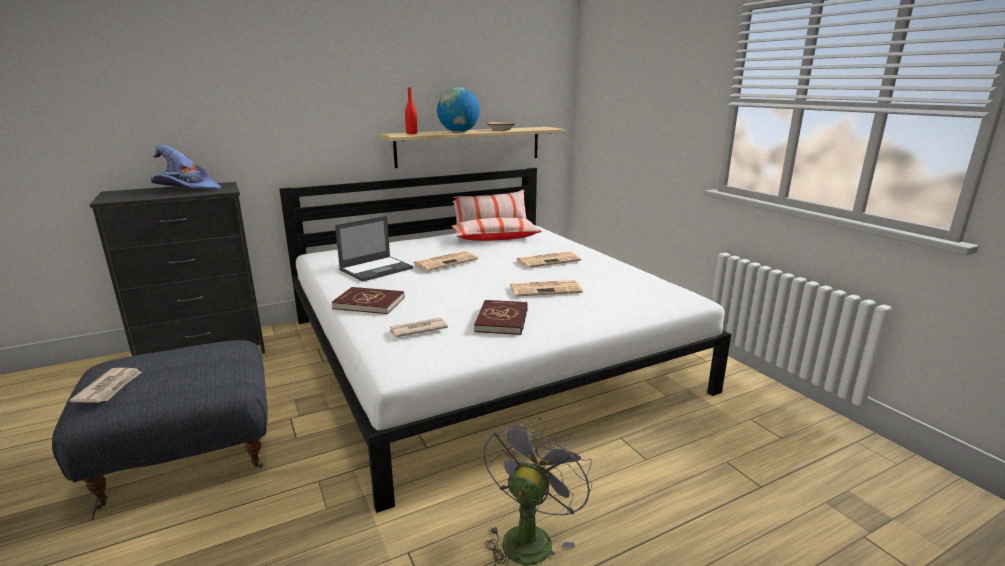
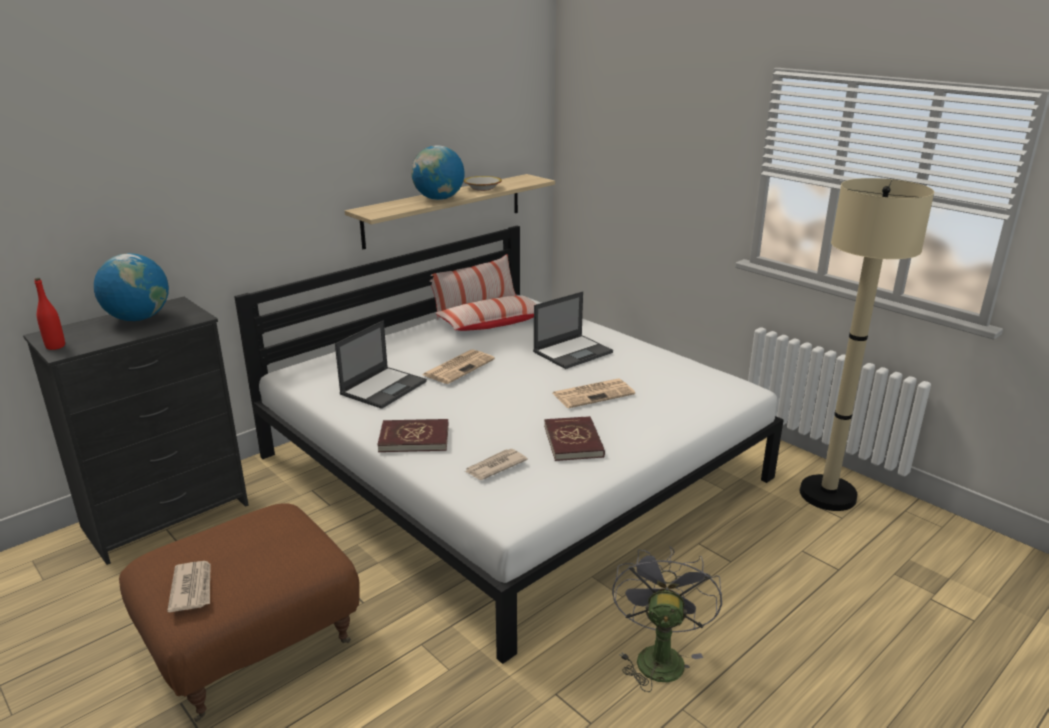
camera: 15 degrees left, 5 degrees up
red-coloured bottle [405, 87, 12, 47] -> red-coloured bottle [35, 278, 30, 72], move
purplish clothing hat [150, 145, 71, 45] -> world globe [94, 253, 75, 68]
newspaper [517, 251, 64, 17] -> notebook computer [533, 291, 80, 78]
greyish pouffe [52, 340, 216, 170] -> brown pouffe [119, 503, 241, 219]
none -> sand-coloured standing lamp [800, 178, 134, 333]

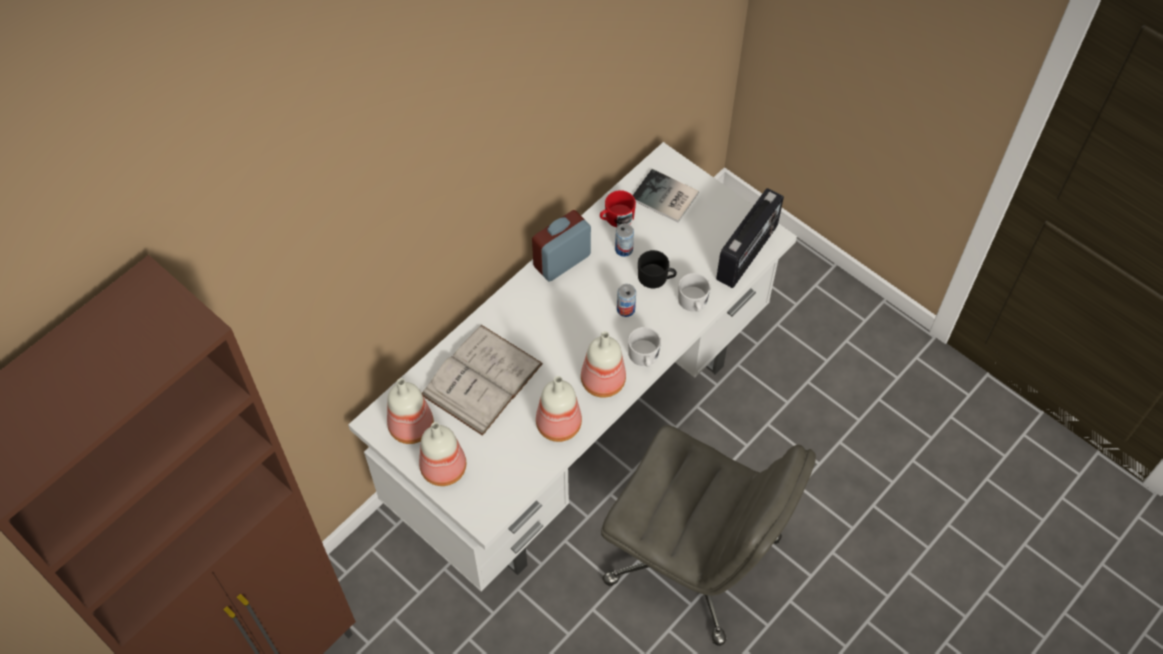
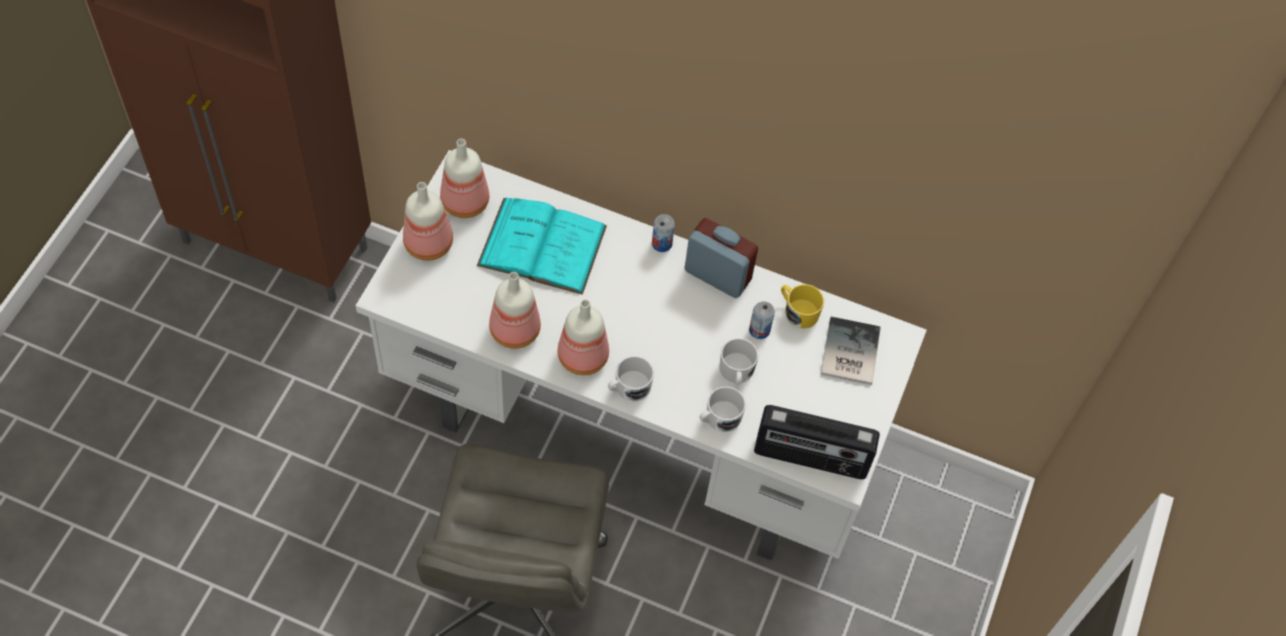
camera: 65 degrees right, 0 degrees up
red-coloured coffee mug [600, 190, 36, 37] -> yellow coffee mug [781, 284, 43, 44]
blackish coffee mug [638, 250, 39, 38] -> white coffee mug [719, 338, 39, 47]
metal can [617, 284, 19, 33] -> metal can [652, 214, 23, 38], move
white bound book [422, 325, 121, 111] -> turquoise bound book [477, 198, 130, 97]

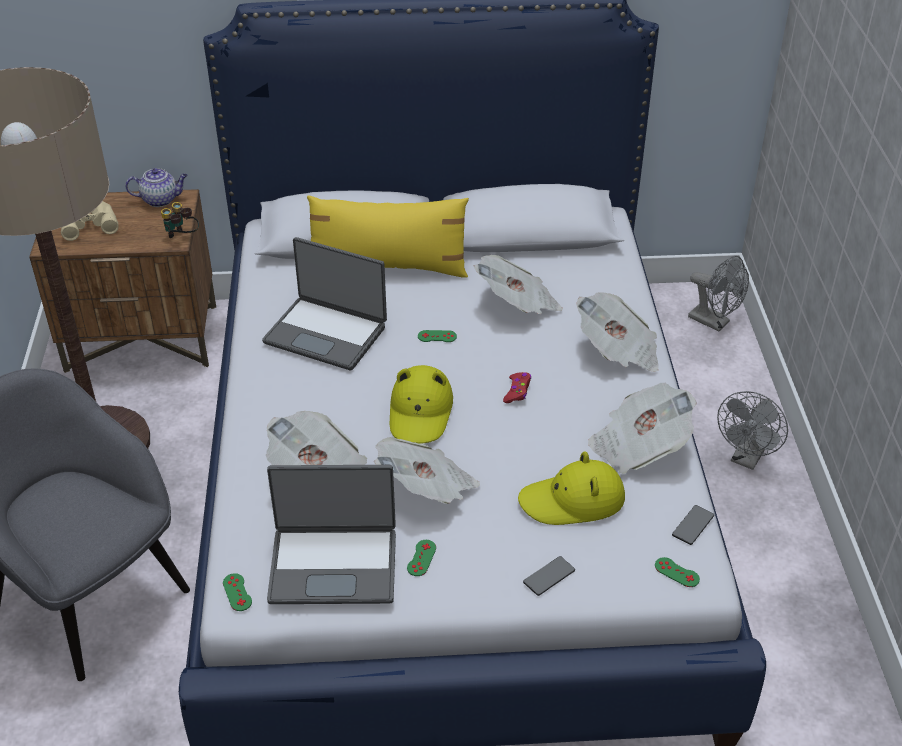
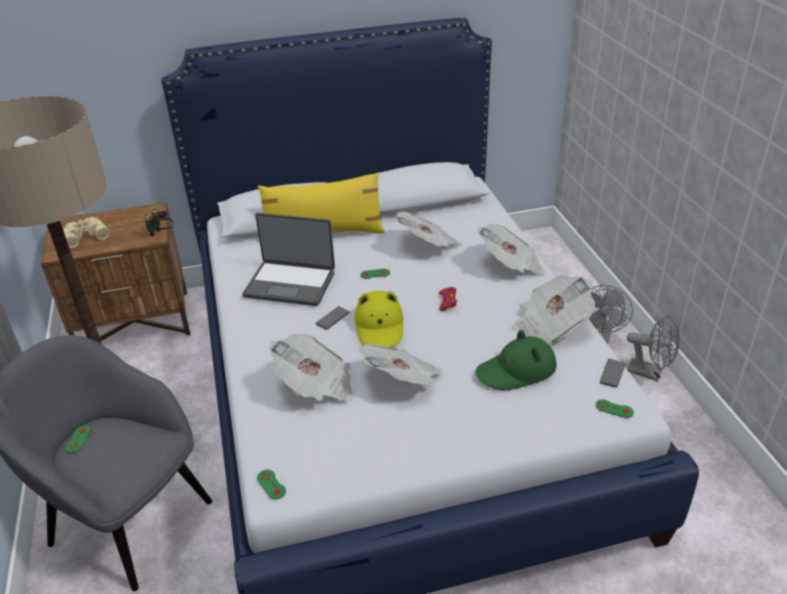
camera: 10 degrees left, 5 degrees down
teapot [125, 168, 63, 39] -> none
greyish cooling fan [688, 256, 61, 76] -> greyish cooling fan [627, 315, 53, 66], move
yellow clothing hat [518, 452, 107, 73] -> green-coloured clothing hat [475, 330, 82, 61]
notebook computer [267, 465, 129, 139] -> none
green-coloured game controller [407, 540, 29, 36] -> green-coloured game controller [65, 426, 26, 27], move
handset [523, 556, 52, 40] -> handset [316, 306, 34, 24], move

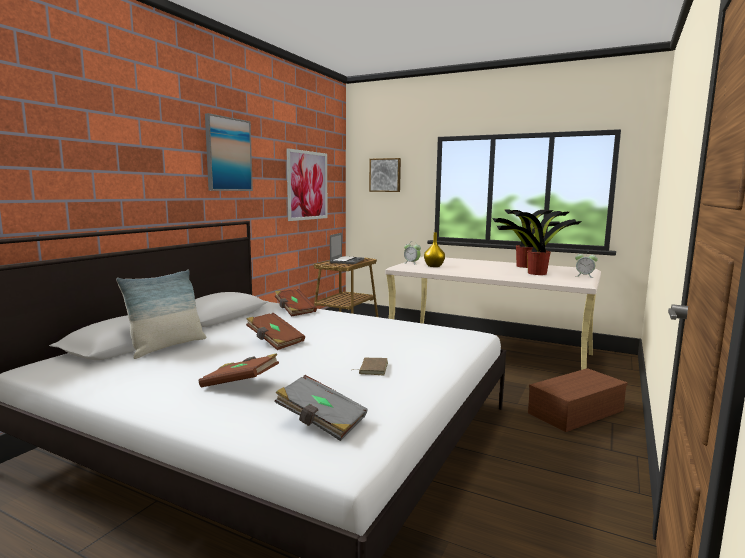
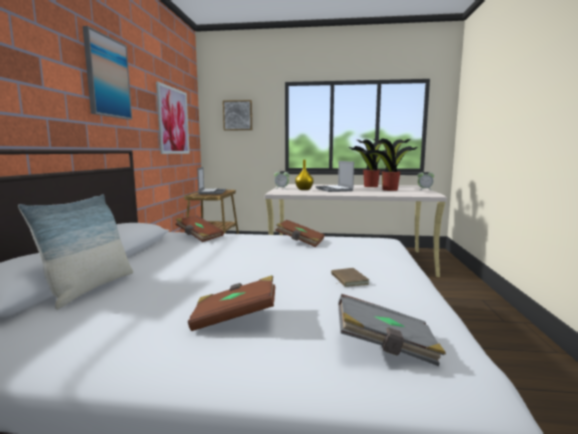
camera: 20 degrees left, 0 degrees up
brown bound book [246, 313, 59, 37] -> brown bound book [275, 220, 50, 27], move
brown storage box [528, 368, 100, 64] -> none
none -> notebook computer [315, 161, 39, 31]

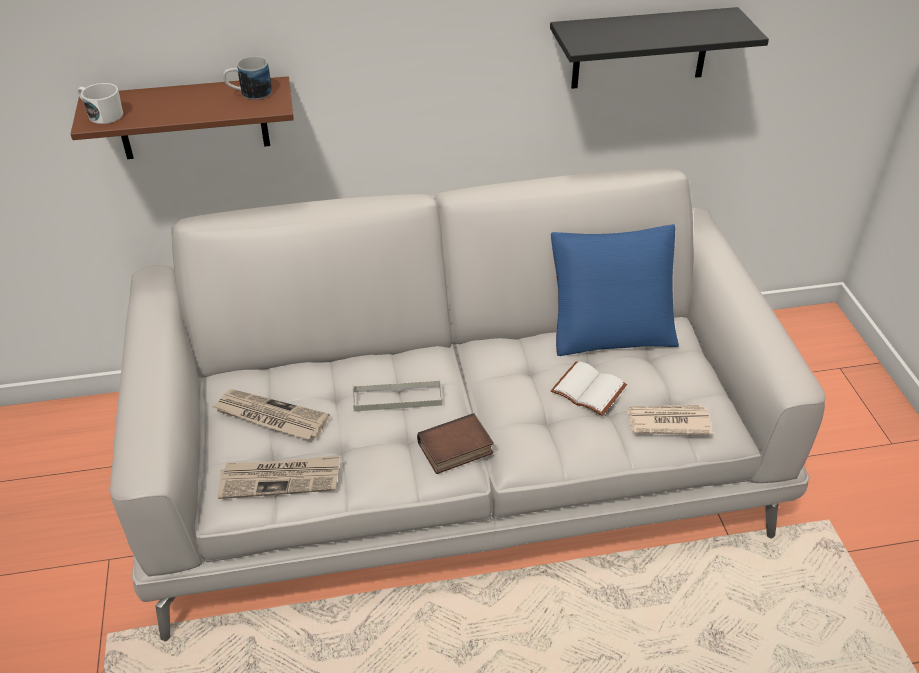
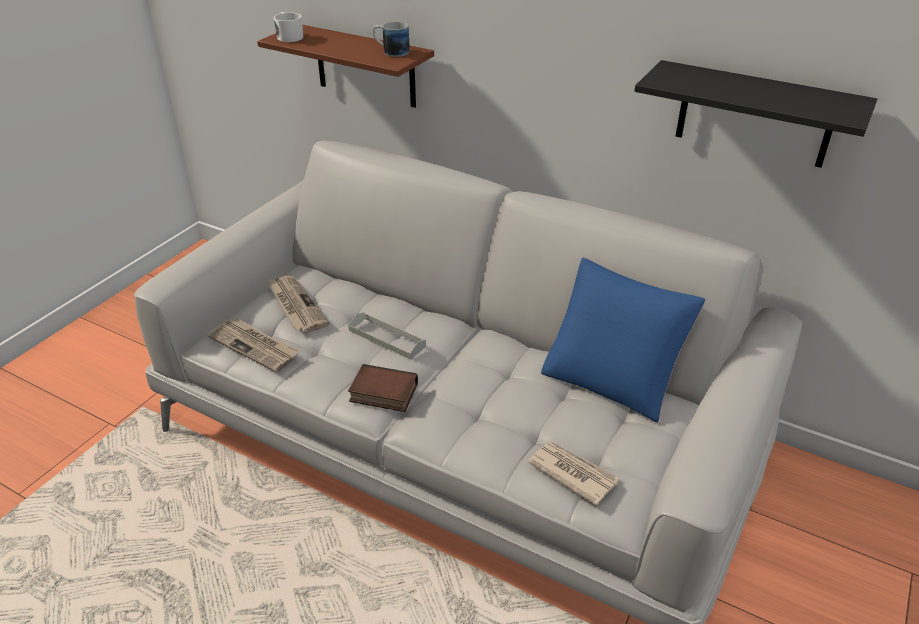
camera: 40 degrees right, 5 degrees down
white bound book [551, 361, 76, 55] -> none

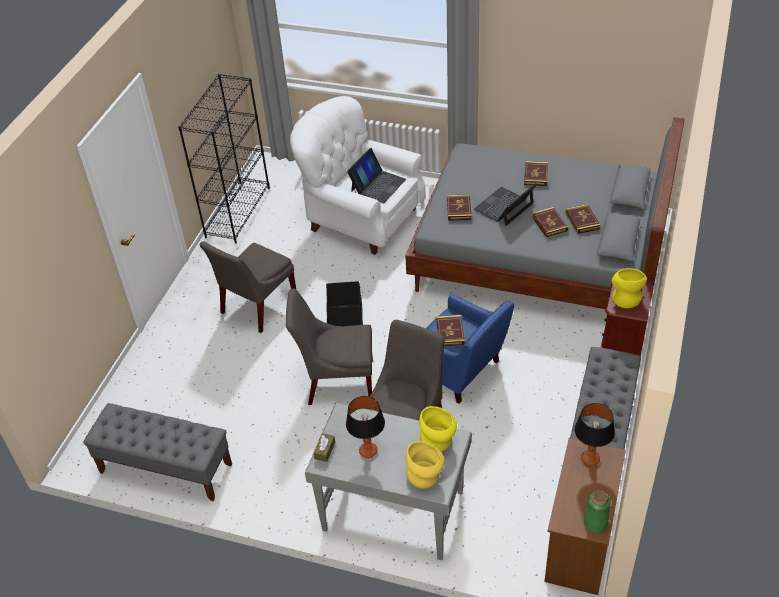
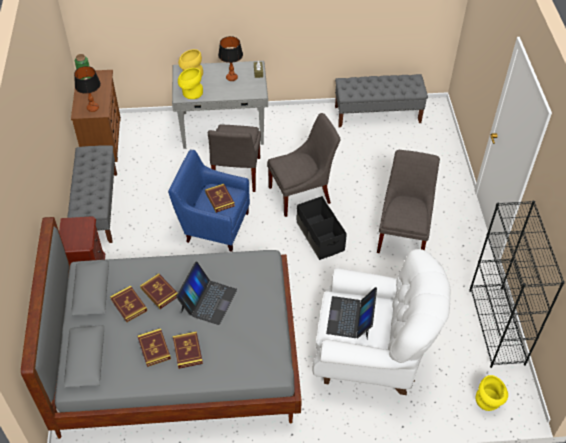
camera: 155 degrees right, 5 degrees up
bound book [447, 194, 25, 27] -> bound book [137, 328, 34, 39], move
yellow vase [612, 268, 35, 40] -> yellow vase [476, 375, 32, 36], move

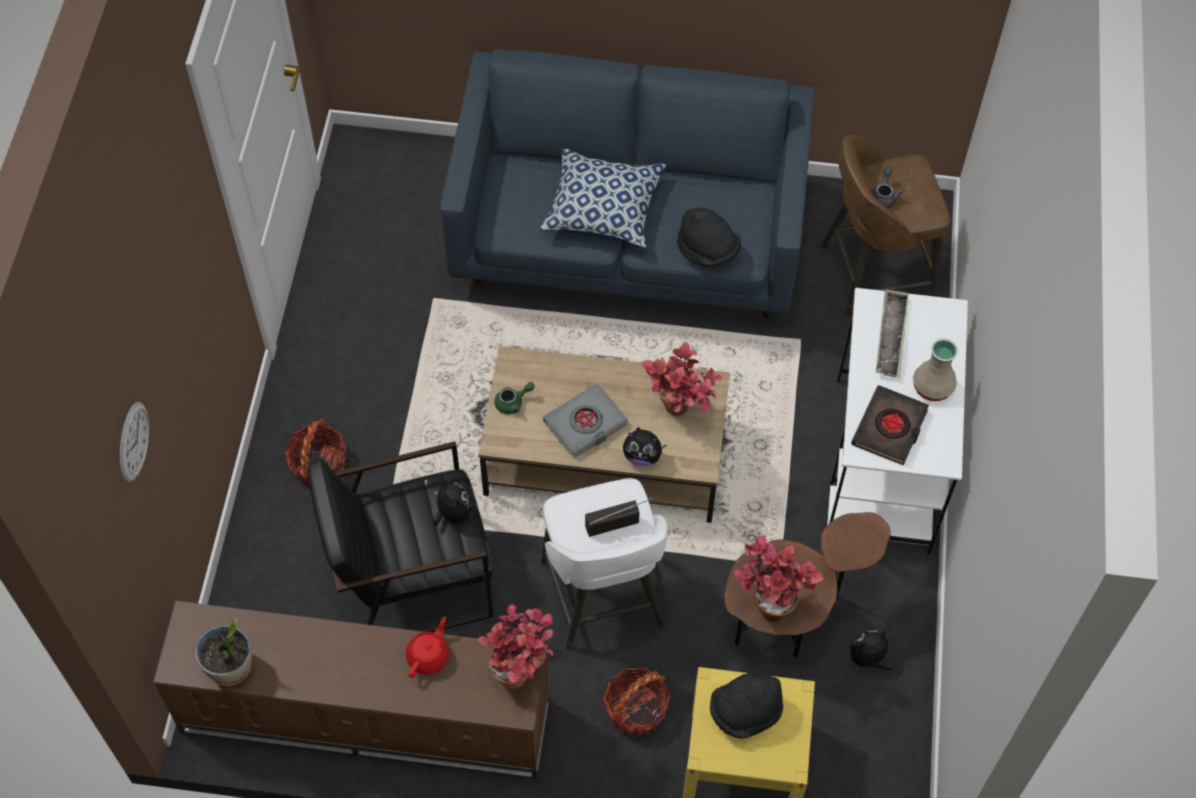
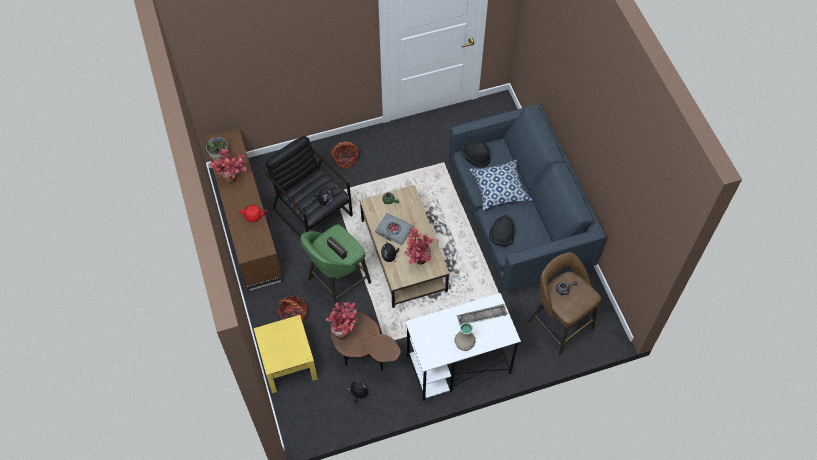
camera: 65 degrees right, 0 degrees up
blackish bound book [851, 385, 78, 81] -> none
wall clock [120, 402, 29, 80] -> none
white sitting stool [540, 479, 127, 171] -> green-coloured sitting stool [301, 225, 70, 83]
potted plant [477, 604, 76, 85] -> potted plant [209, 149, 37, 34], move
blackish clothing hat [710, 672, 73, 67] -> blackish clothing hat [461, 140, 29, 28], move

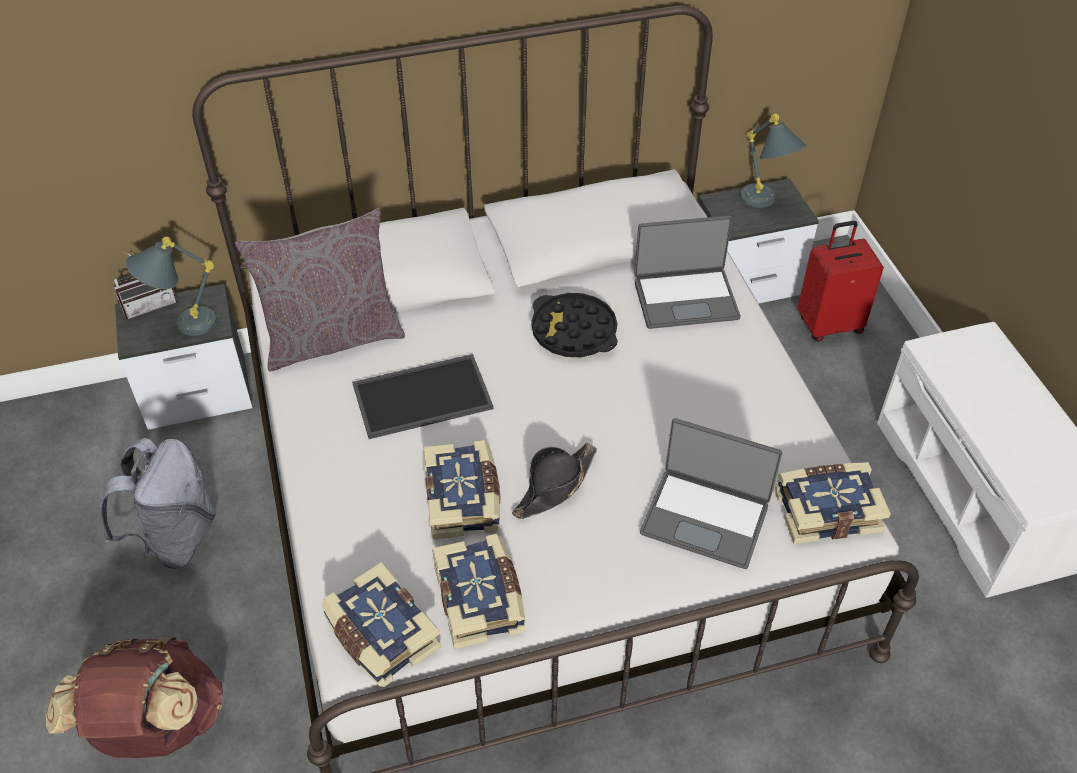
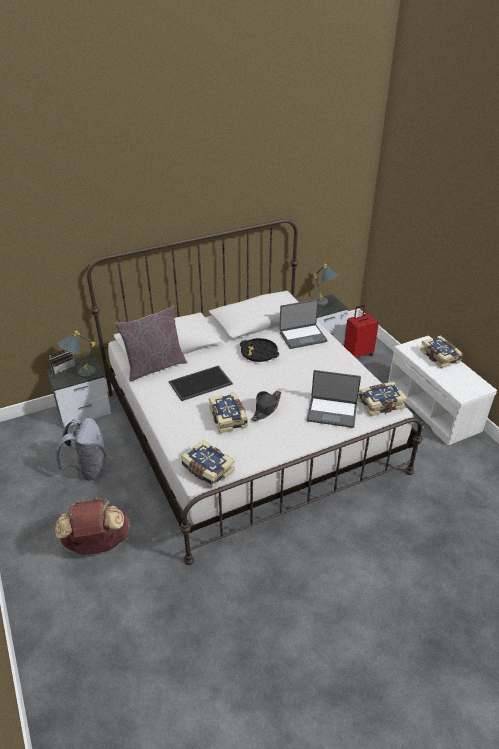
camera: 10 degrees left, 10 degrees down
bound book [432, 534, 93, 115] -> bound book [420, 336, 42, 32], move

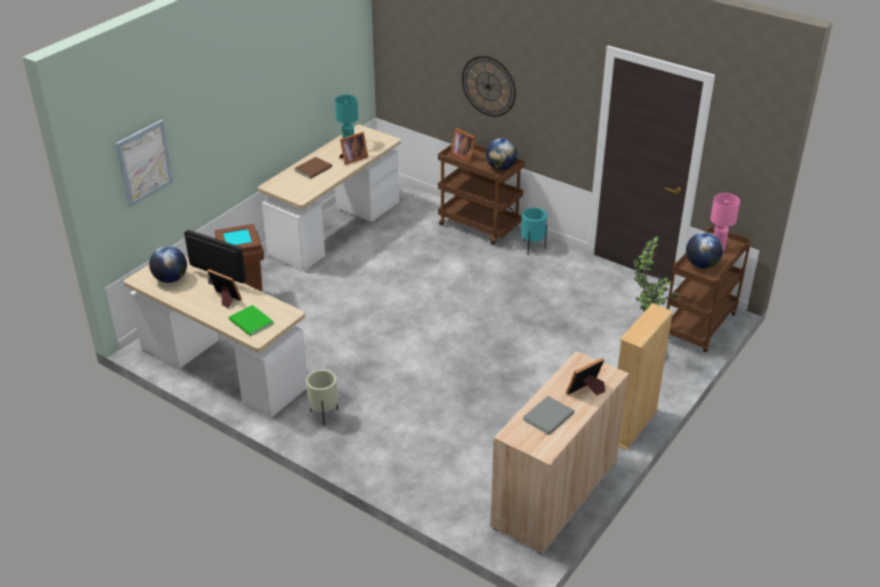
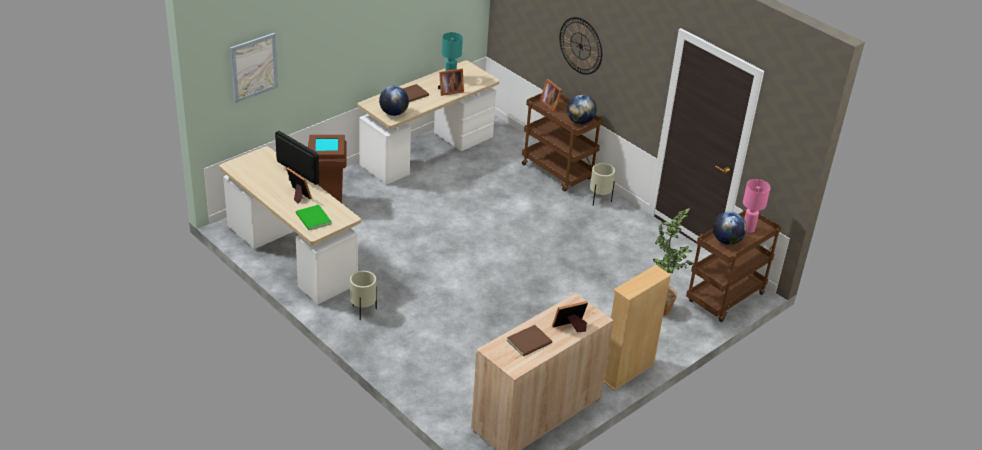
camera: 10 degrees right, 0 degrees up
turquoise flower pot [521, 208, 26, 46] -> sand-coloured flower pot [590, 163, 25, 43]
world globe [149, 246, 38, 37] -> world globe [379, 86, 30, 30], move
greyish bound book [523, 396, 51, 39] -> brown bound book [507, 325, 45, 31]

